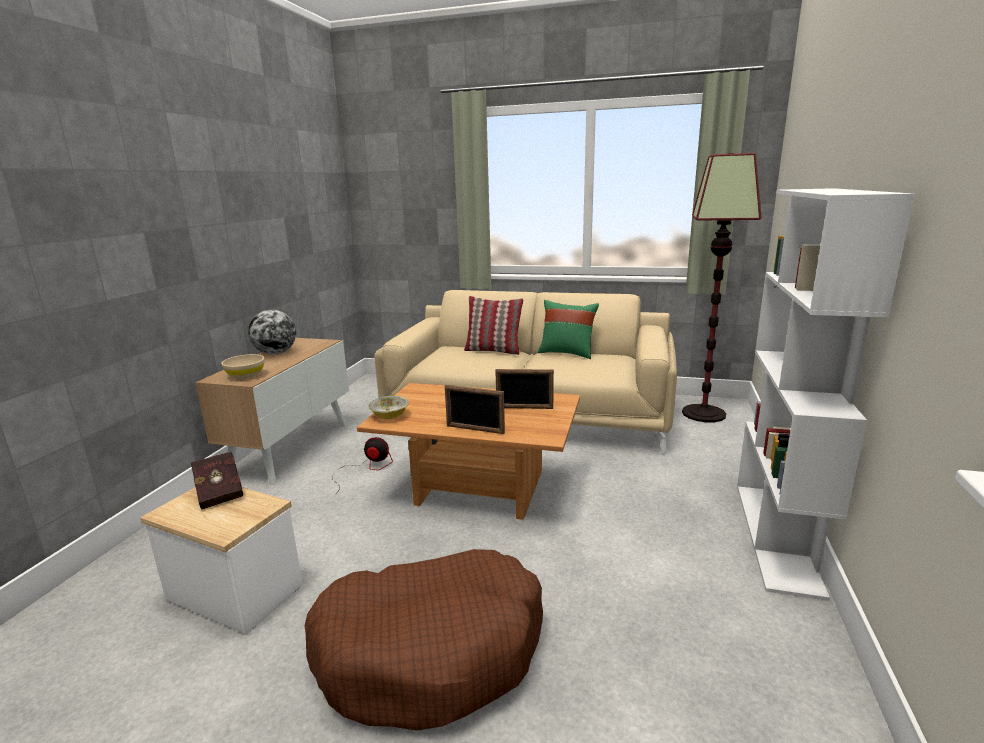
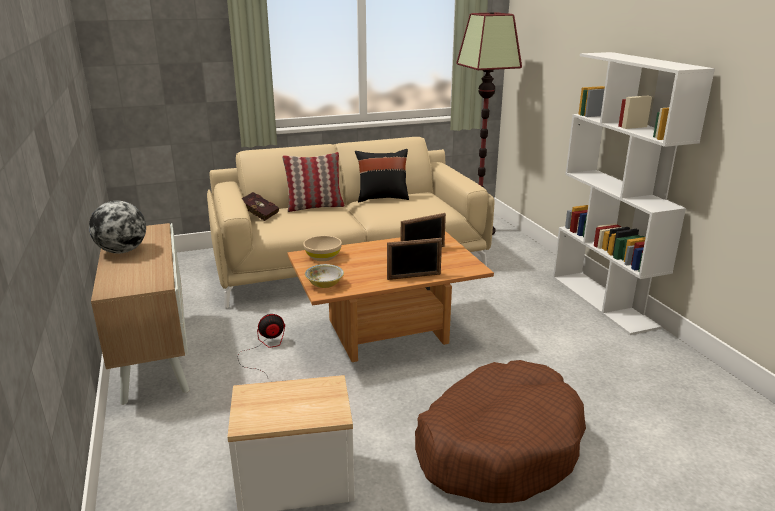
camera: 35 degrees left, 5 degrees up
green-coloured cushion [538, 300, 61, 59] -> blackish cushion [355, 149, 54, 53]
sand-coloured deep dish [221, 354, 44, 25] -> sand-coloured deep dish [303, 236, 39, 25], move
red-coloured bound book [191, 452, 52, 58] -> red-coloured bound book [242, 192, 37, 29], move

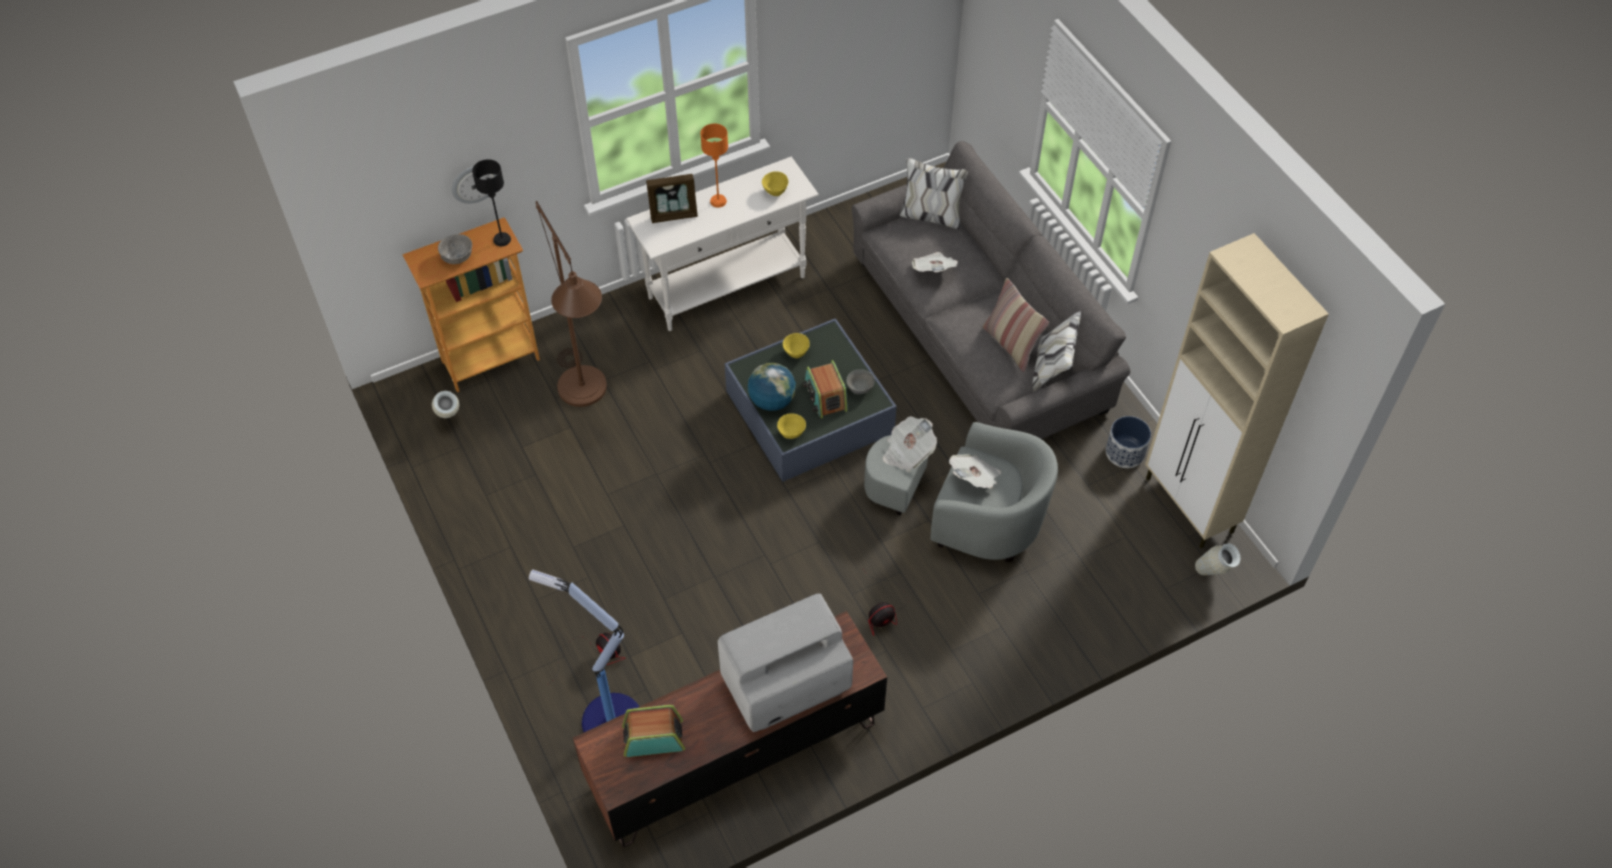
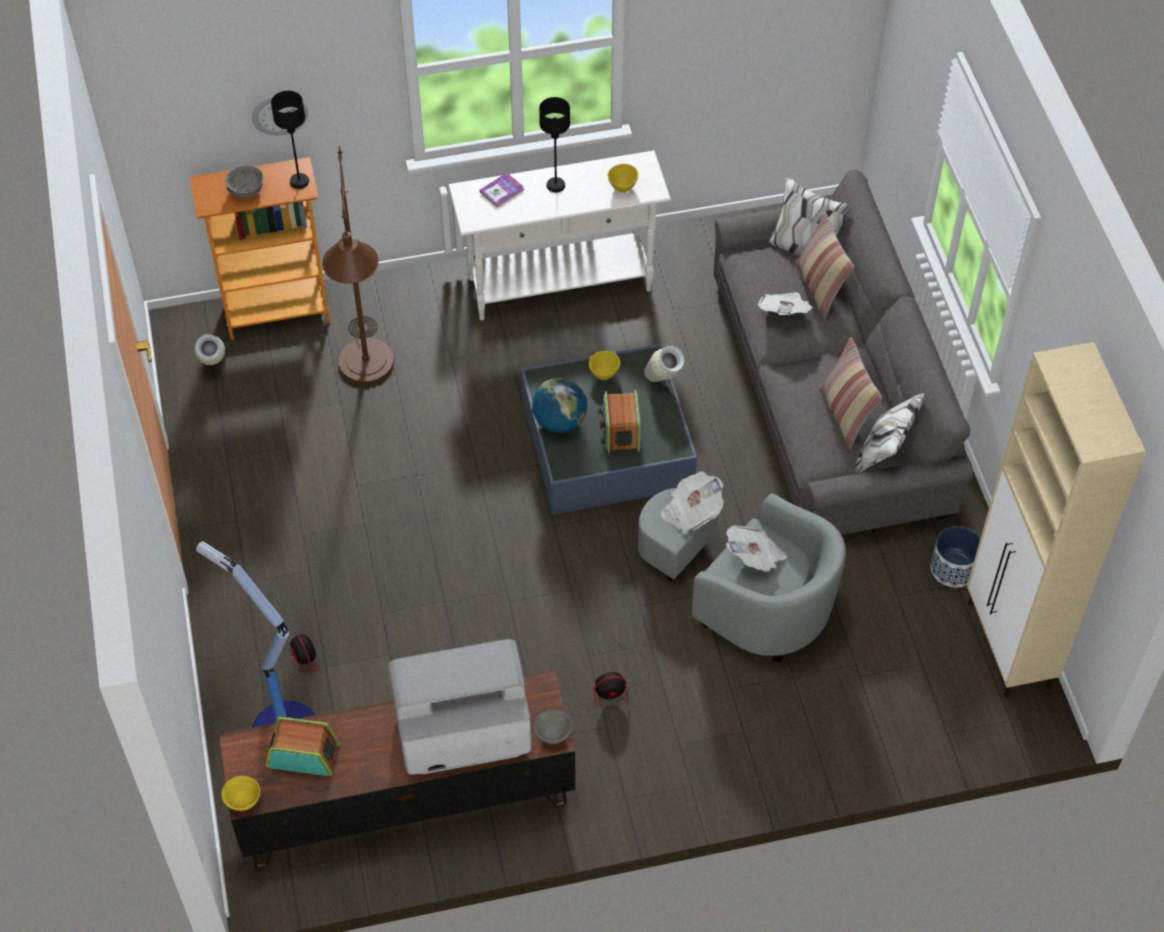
camera: 15 degrees right, 0 degrees up
orange lamp for a table [700, 124, 28, 84] -> blackish lamp for a table [539, 97, 31, 95]
photo frame [646, 174, 52, 49] -> bound book [480, 173, 44, 34]
greyish deep dish [846, 369, 29, 25] -> greyish deep dish [534, 710, 38, 34], move
yellow deep dish [777, 413, 29, 26] -> yellow deep dish [221, 776, 39, 35], move
vase [1195, 543, 46, 32] -> vase [645, 346, 39, 36], move
none -> cushion [795, 212, 59, 108]

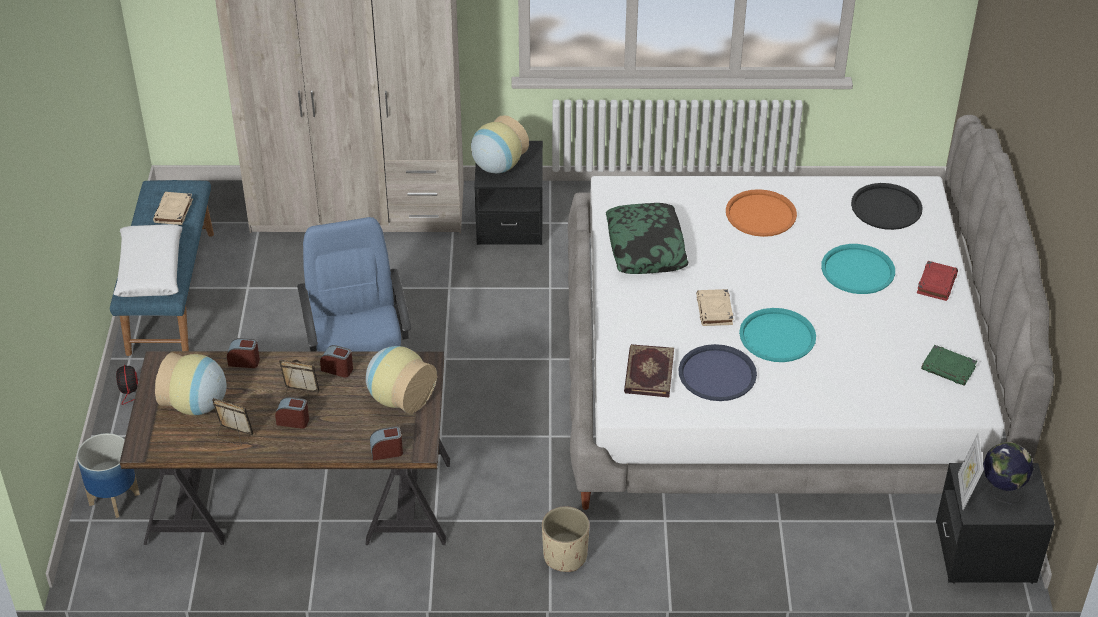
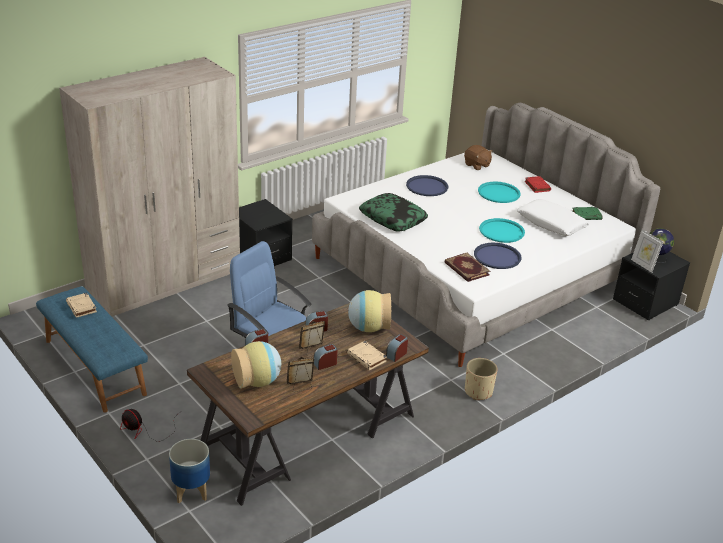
camera: 40 degrees left, 10 degrees down
vase [471, 115, 58, 58] -> none
blackish serving tray [851, 183, 72, 47] -> brown soft toy [464, 145, 29, 25]
orange serving tray [726, 189, 71, 48] -> bluish serving tray [406, 175, 42, 21]
white cushion [114, 224, 68, 73] -> white cushion [517, 199, 73, 37], move
sand-coloured bound book [696, 289, 38, 37] -> sand-coloured bound book [347, 341, 40, 29], move

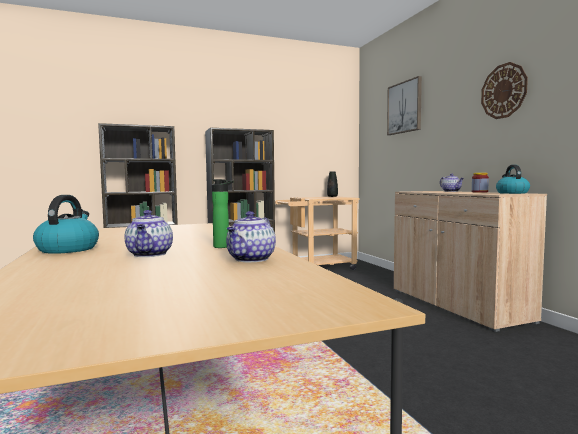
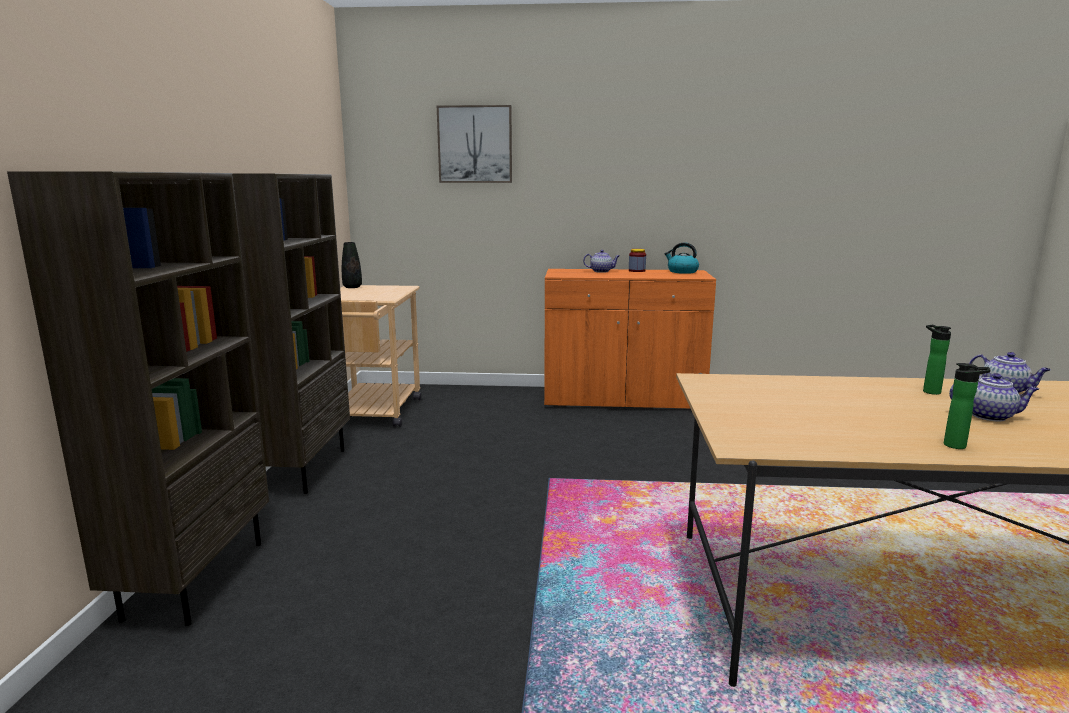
camera: 65 degrees left, 10 degrees up
wall clock [481, 62, 47, 57] -> none
sand-coloured cupboard [394, 191, 153, 141] -> orange cupboard [544, 269, 172, 139]
tea kettle [33, 195, 66, 59] -> bottle [944, 363, 46, 86]

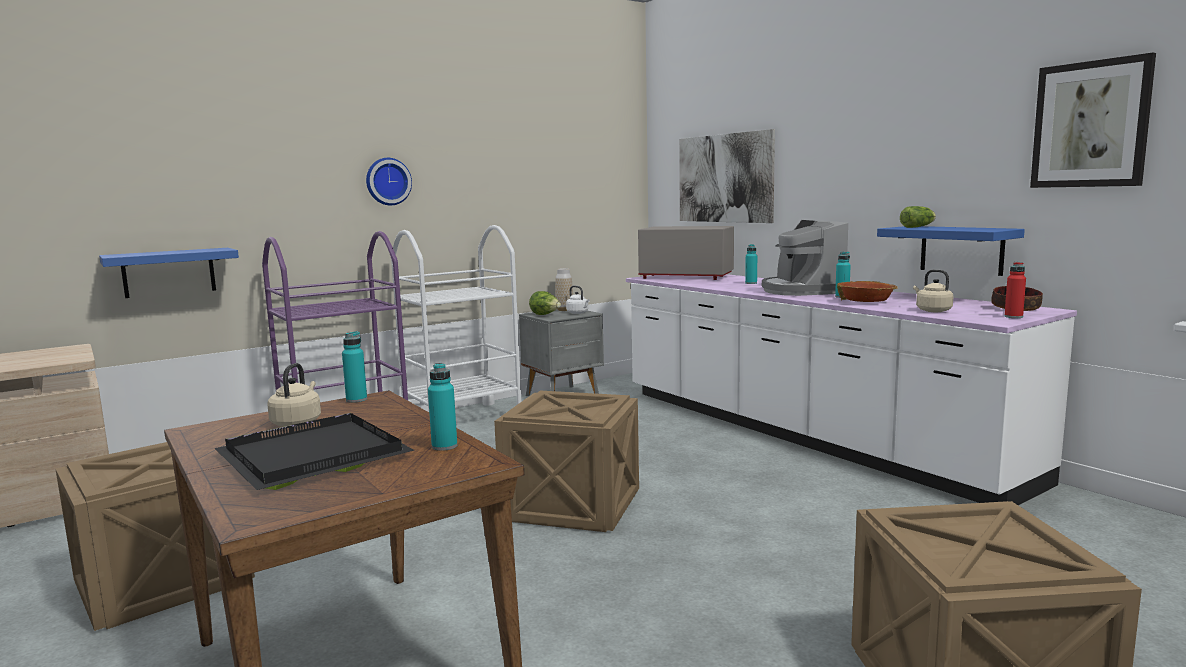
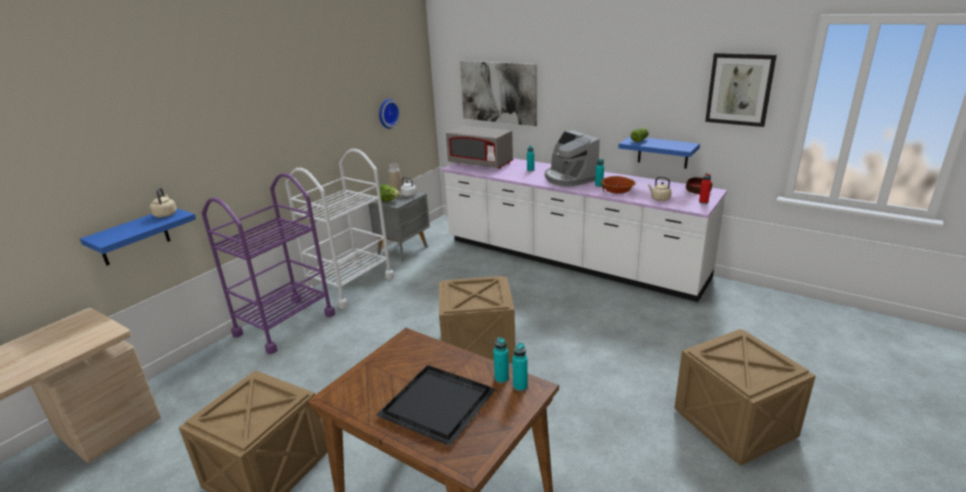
camera: 20 degrees left, 15 degrees up
wall clock [366, 158, 46, 47] -> wall clock [379, 99, 22, 30], move
greyish microwave [638, 226, 96, 54] -> greyish microwave [446, 126, 67, 43], 150 degrees counterclockwise
turquoise bottle [342, 331, 25, 72] -> turquoise bottle [512, 343, 16, 48], move
sand-coloured tea kettle [268, 363, 53, 64] -> sand-coloured tea kettle [150, 187, 27, 30], move

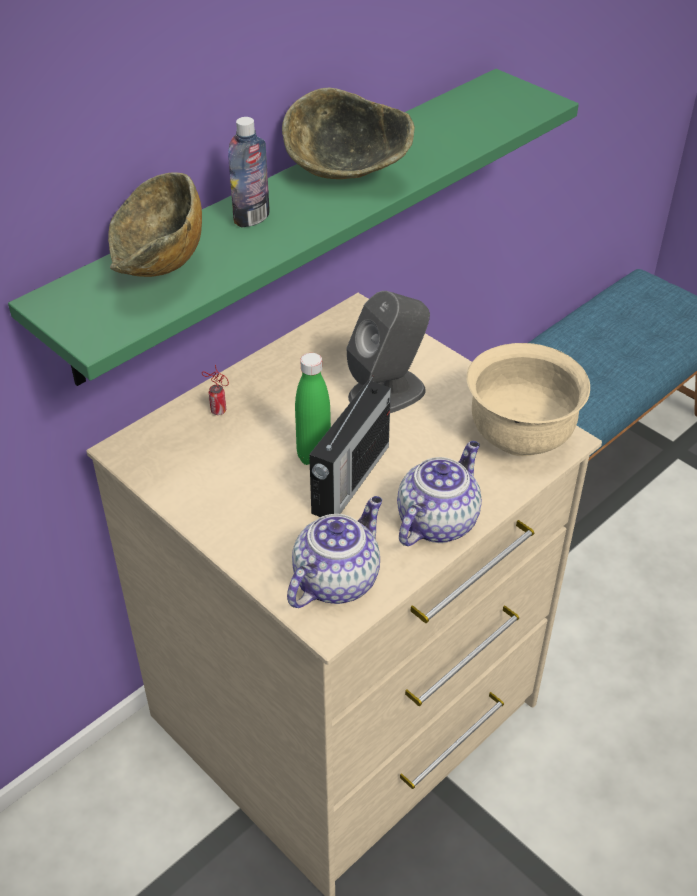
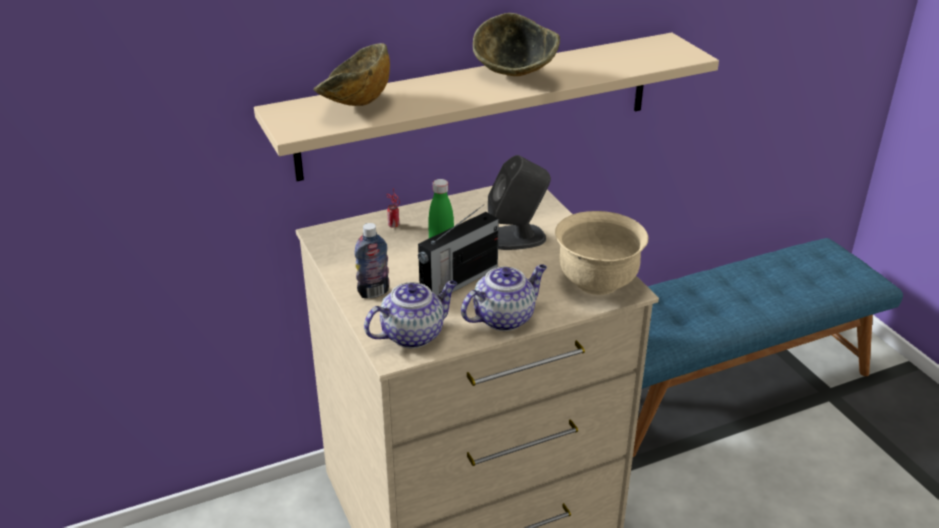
camera: 20 degrees right, 10 degrees down
green-coloured shelf [8, 69, 571, 317] -> sand-coloured shelf [254, 33, 465, 148]
bottle [228, 117, 42, 111] -> bottle [354, 223, 36, 75], move

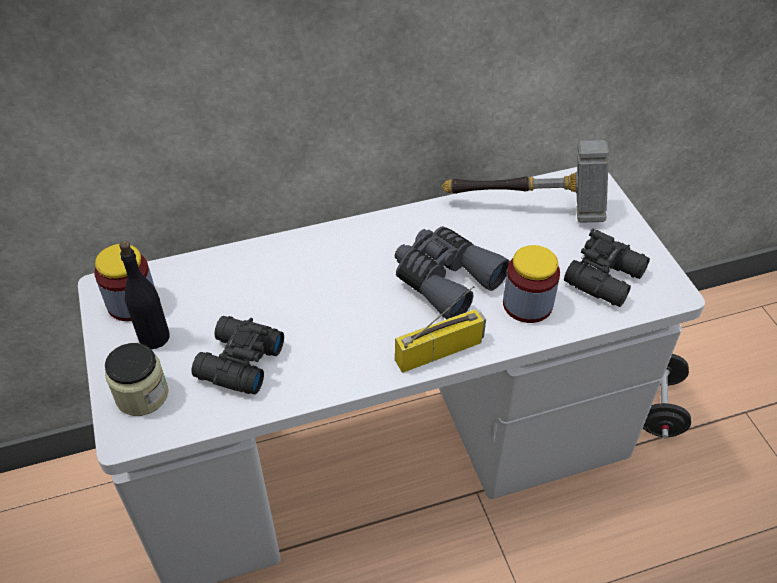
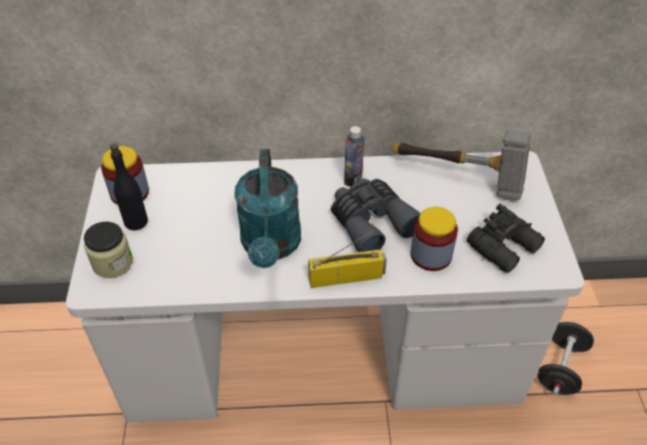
camera: 15 degrees right, 0 degrees up
blackish binoculars [191, 316, 93, 78] -> none
none -> bottle [344, 126, 20, 61]
none -> turquoise watering pot [234, 149, 67, 119]

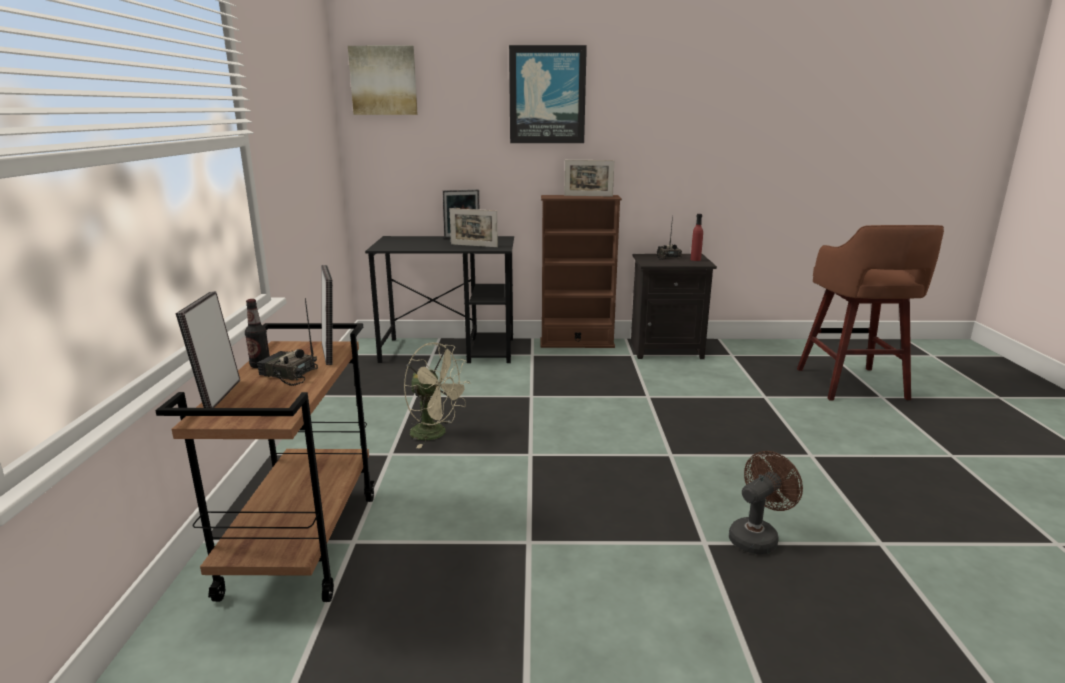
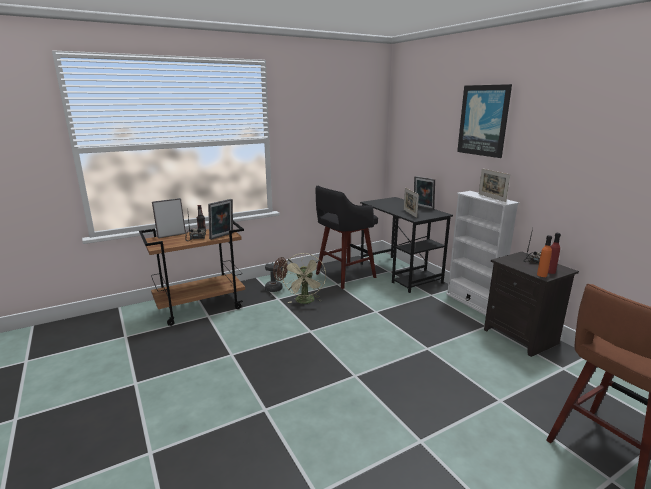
camera: 60 degrees right, 0 degrees up
wall picture [348, 46, 70, 69] -> none
brown bookcase [540, 195, 82, 153] -> white bookcase [446, 191, 73, 124]
brown cooling fan [729, 451, 74, 103] -> brown cooling fan [265, 257, 23, 35], move
none -> blackish sitting stool [315, 185, 63, 104]
none -> orange bottle [537, 235, 15, 42]

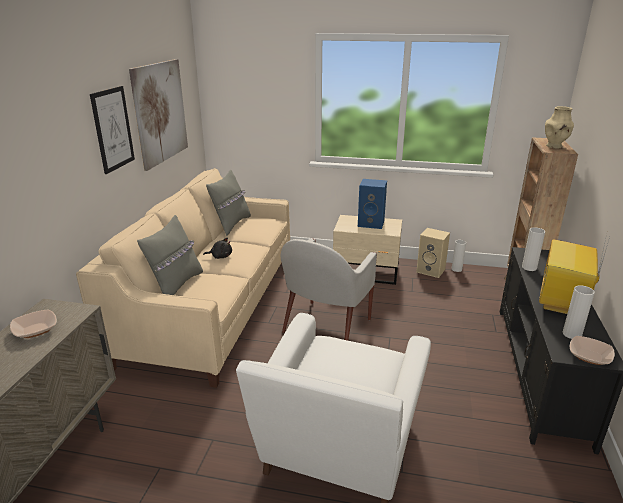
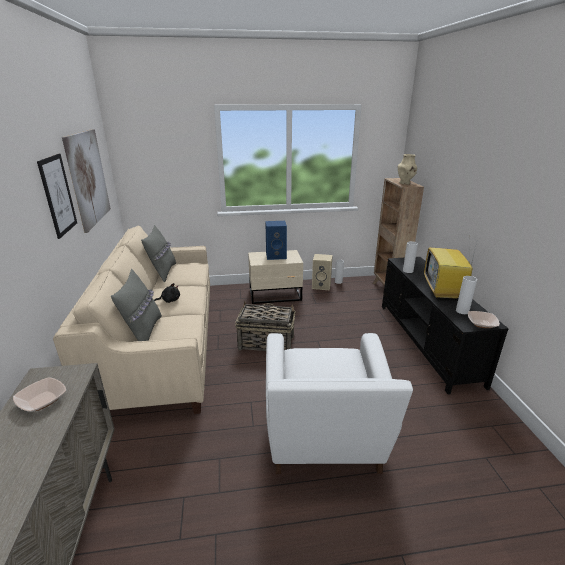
camera: 20 degrees left, 0 degrees up
white easy chair [280, 238, 97, 103] -> basket [235, 301, 61, 50]

